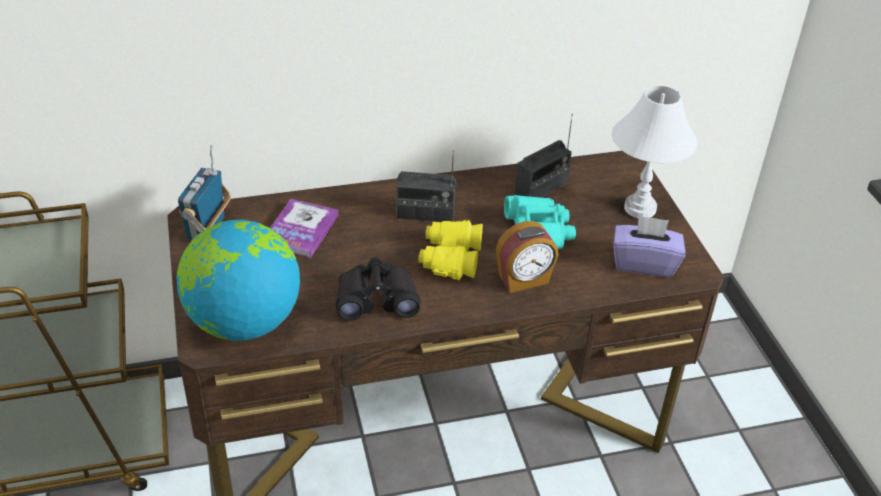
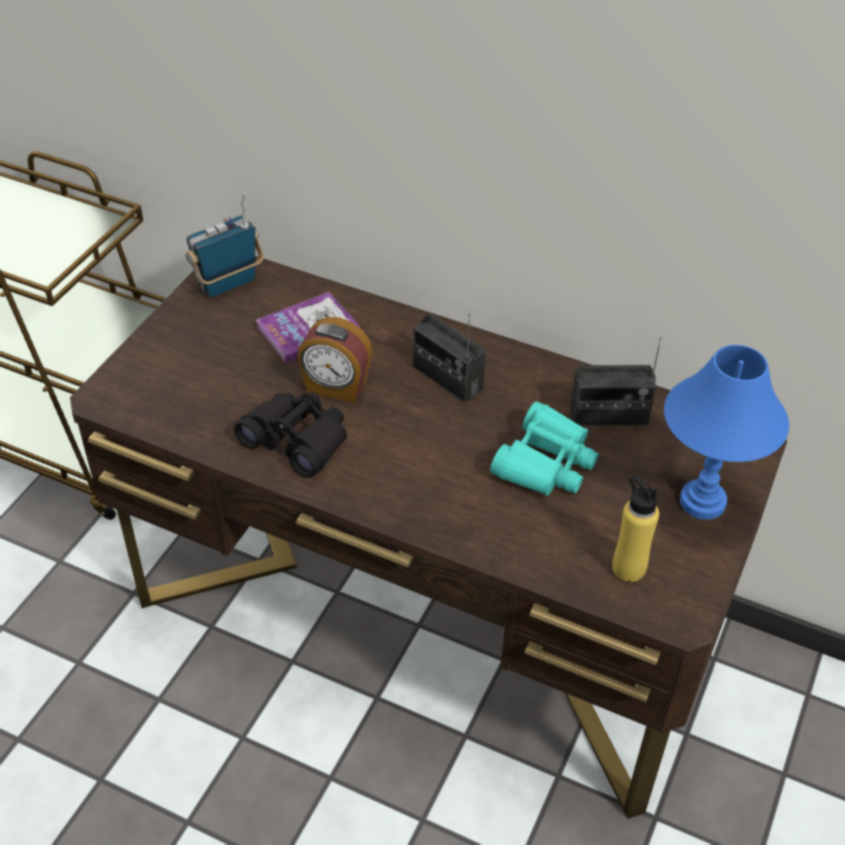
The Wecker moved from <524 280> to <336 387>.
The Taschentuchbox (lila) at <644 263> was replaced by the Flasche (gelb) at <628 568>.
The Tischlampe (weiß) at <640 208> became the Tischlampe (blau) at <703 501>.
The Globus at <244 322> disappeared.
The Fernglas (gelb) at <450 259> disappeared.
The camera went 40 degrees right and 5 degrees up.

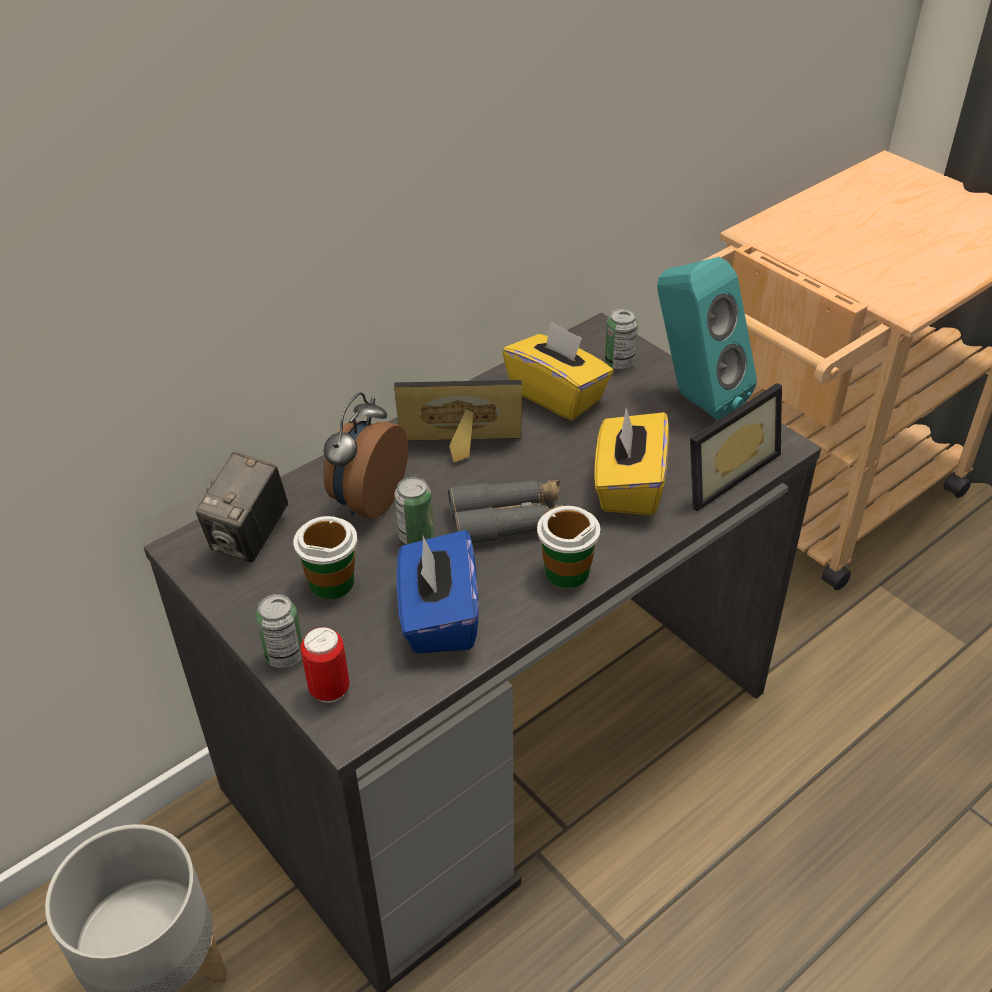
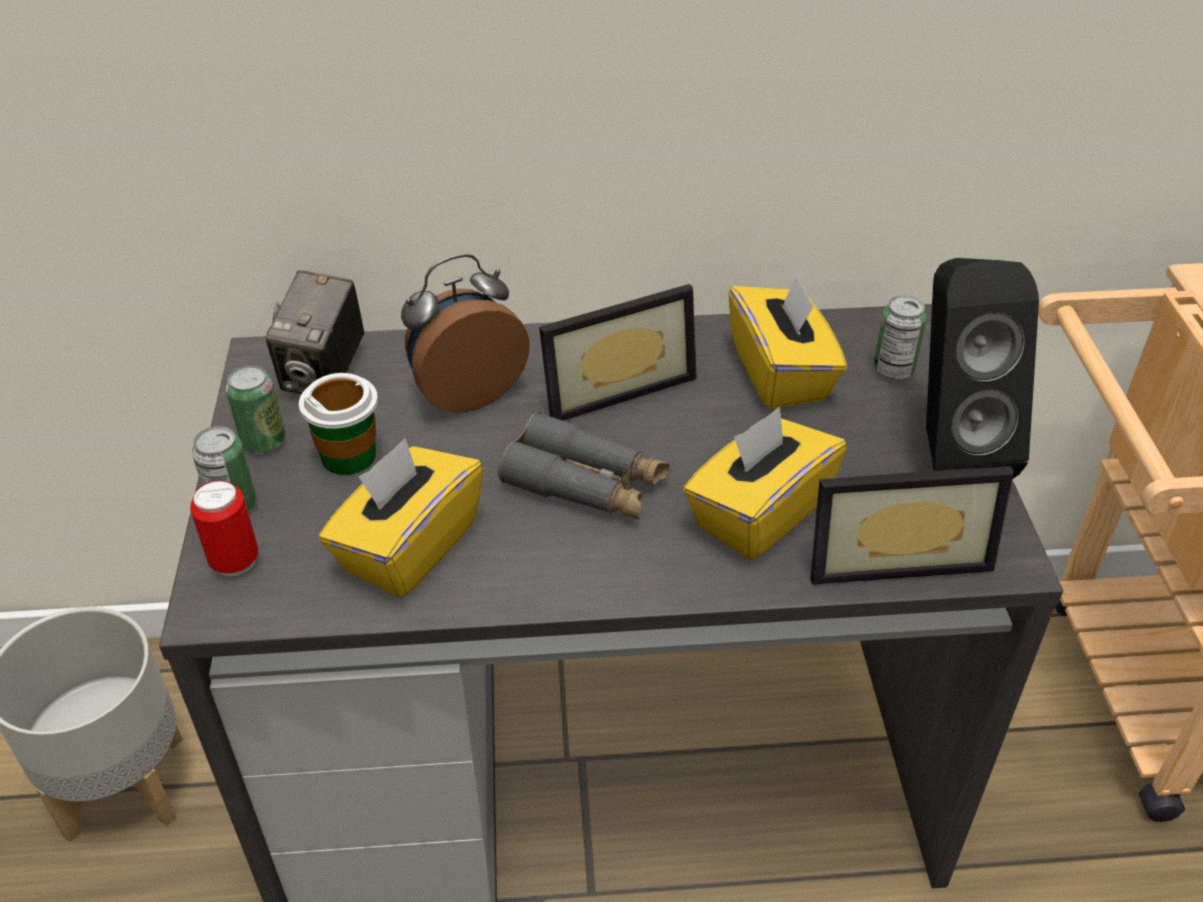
The Dose moved from <416 536> to <263 441>.
The Kamera at <250 537> turned 45 degrees counterclockwise.
The Taschentuchbox (blau) at <439 617> became the Taschentuchbox (gelb) at <408 547>.
The Bilderrahmen at <460 450> turned 120 degrees clockwise.
The Lautsprecher (türkis) at <694 398> became the Lautsprecher (schwarz) at <947 451>.
The Tasse at <566 571> disappeared.
The camera went 35 degrees right and 0 degrees up.

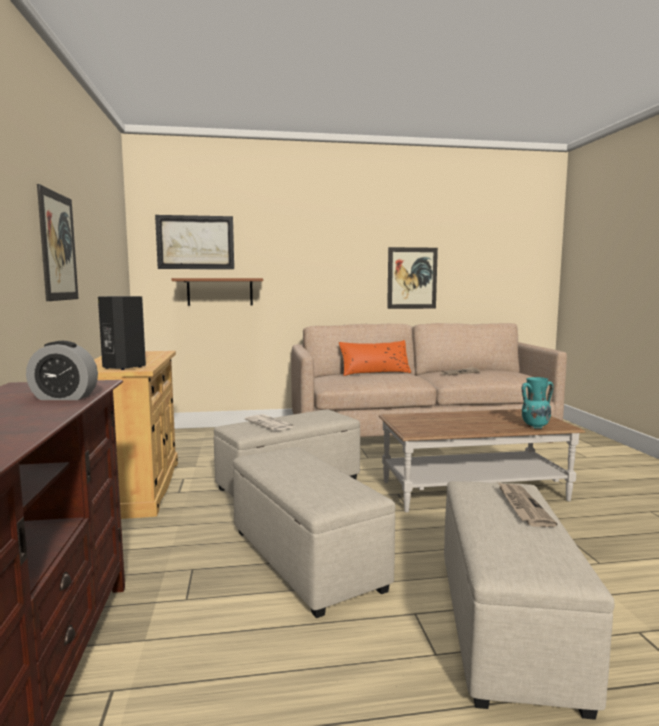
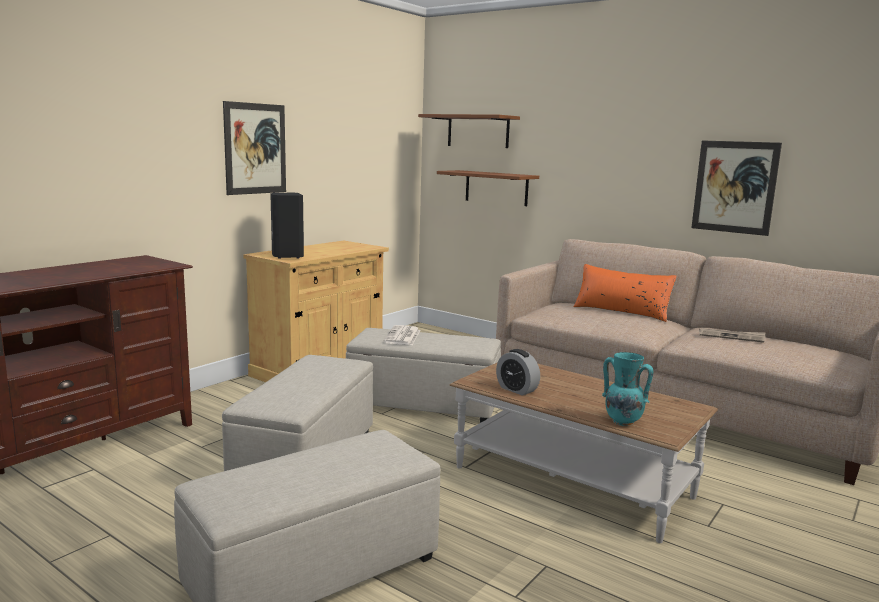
The Bild at <195 242> was replaced by the Wandregal (braun) at <478 131>.
The Wecker moved from <64 397> to <516 389>.
The Zeitung at <522 506> disappeared.
The camera went 45 degrees right and 5 degrees up.

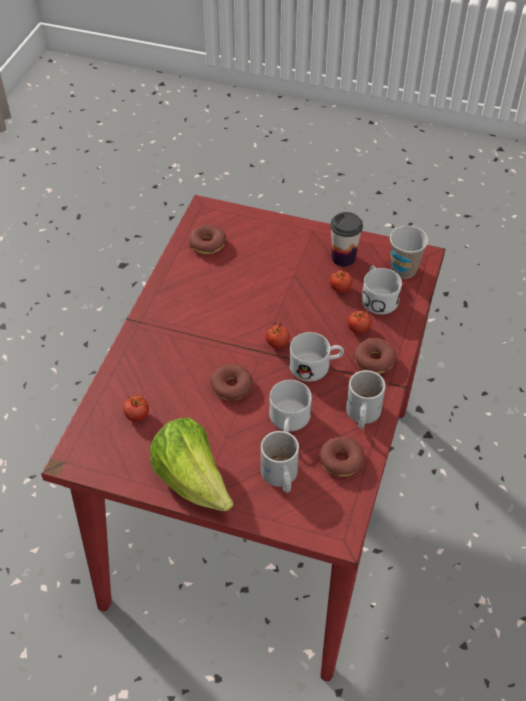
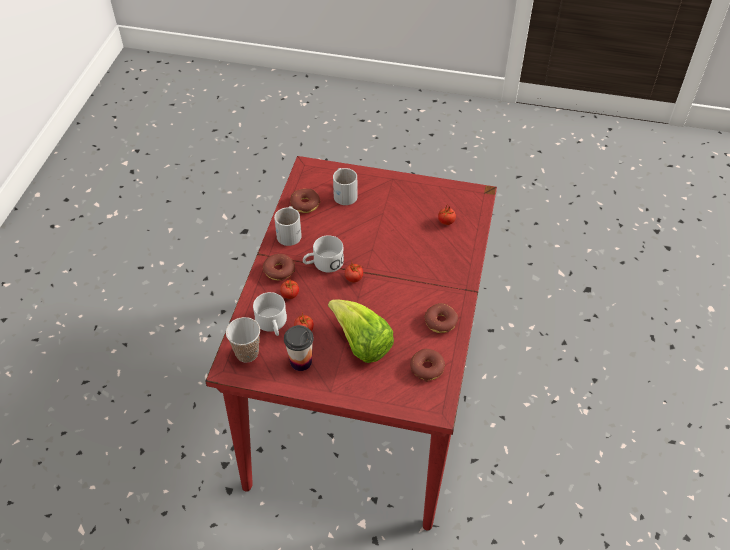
The Salatkopf moved from <193 480> to <361 343>.
The Donut moved from <231 387> to <440 322>.
The Henkelbecher (weiß) at <288 422> disappeared.
The camera went 175 degrees right and 0 degrees up.

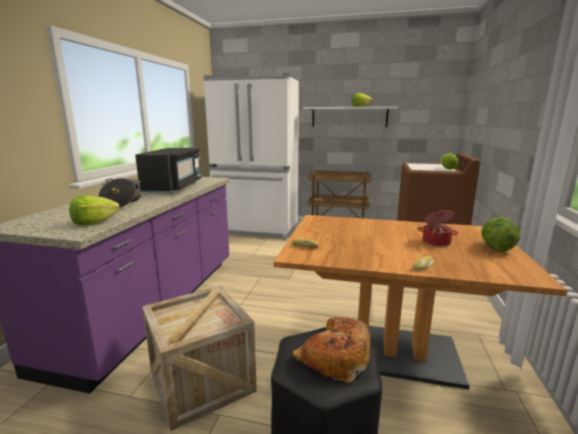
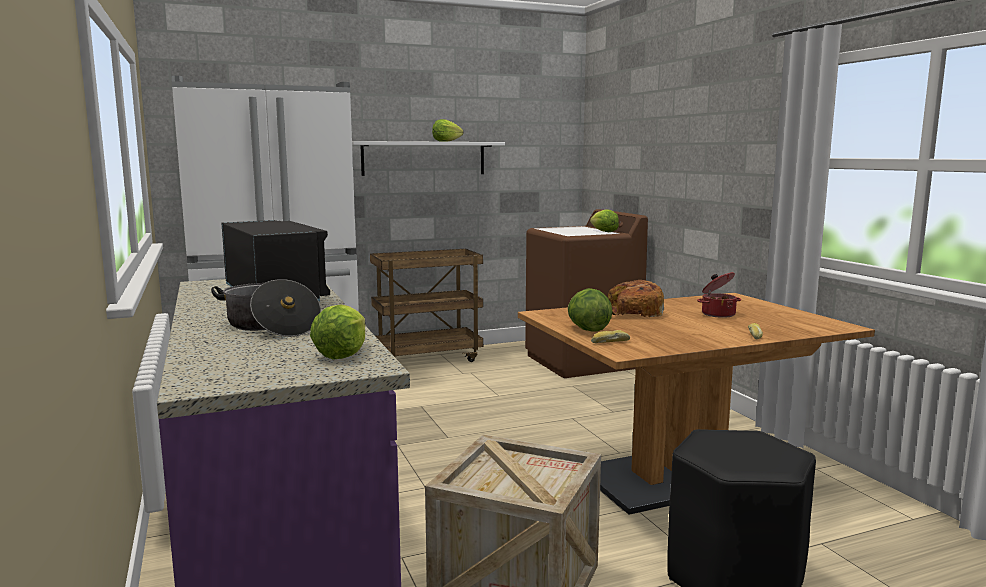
The Salatkopf moved from <496 248> to <587 330>.
The Brot moved from <333 357> to <631 313>.
The camera went 35 degrees left and 5 degrees down.

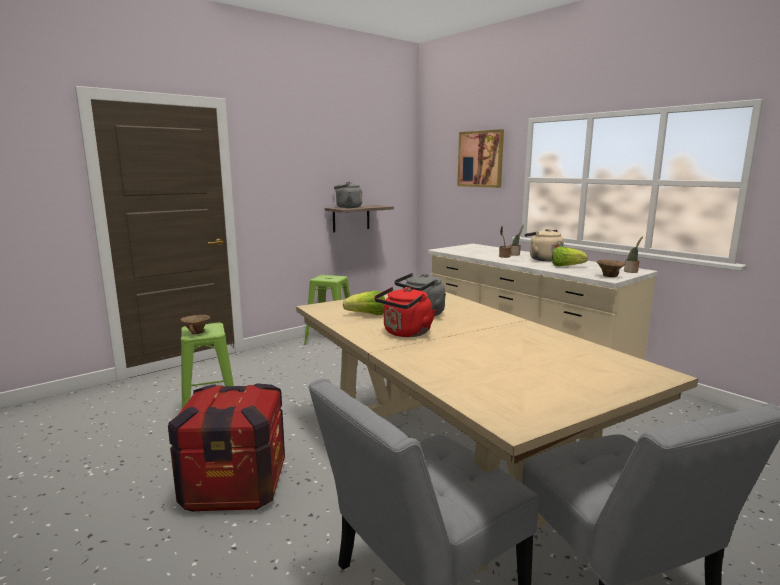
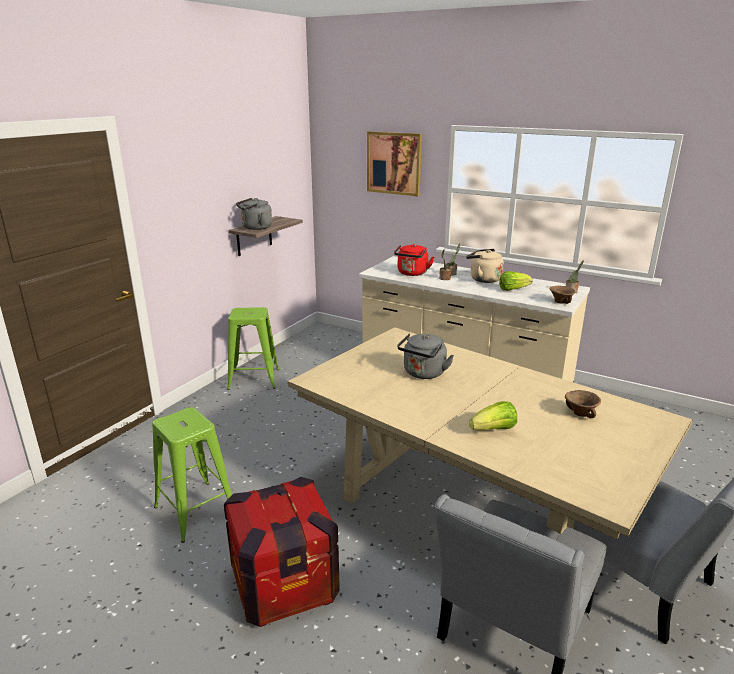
The Wasserkessel (rot) moved from <405 333> to <412 273>.
The Salatkopf moved from <367 315> to <494 430>.
The Schüssel (braun) moved from <197 333> to <580 414>.
The camera went 20 degrees left and 10 degrees up.

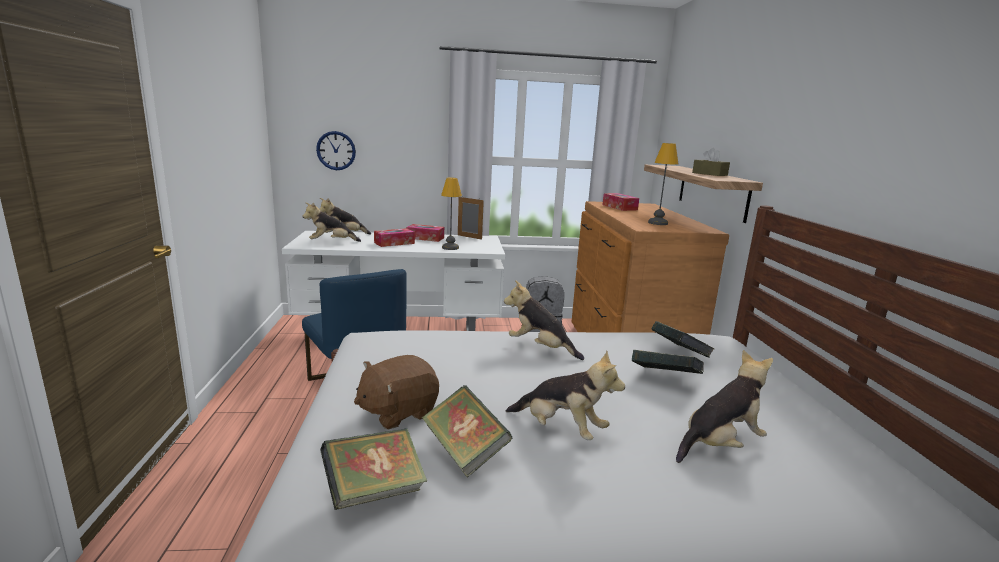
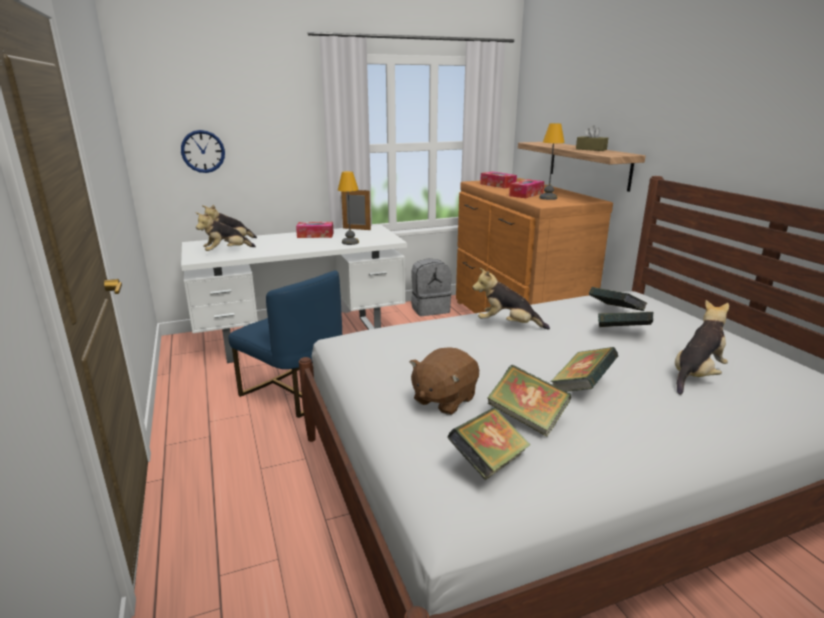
The Taschentuchbox moved from <394 243> to <526 194>.
The Plüschtier at <561 429> was replaced by the Buch at <582 387>.
The camera went 15 degrees left and 5 degrees up.

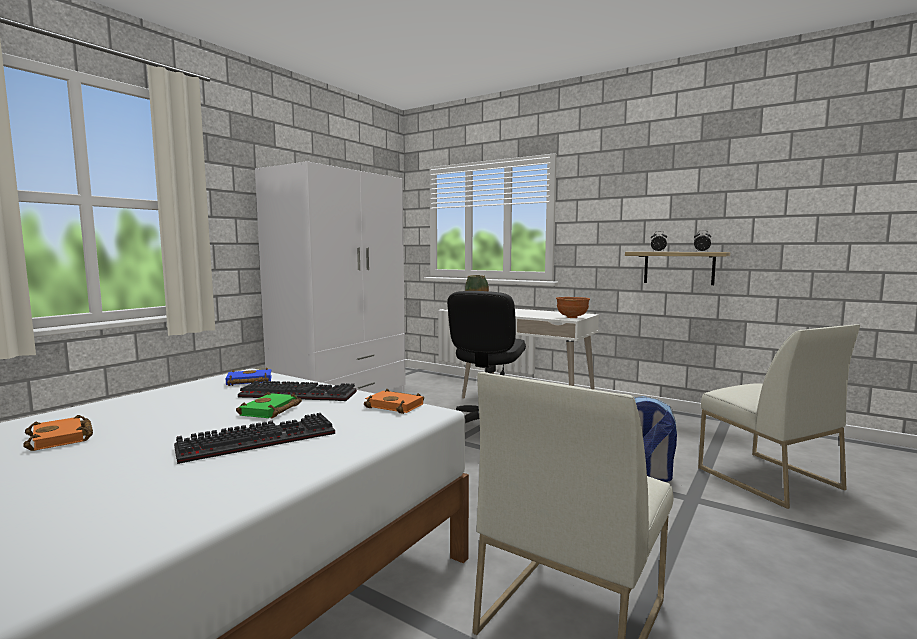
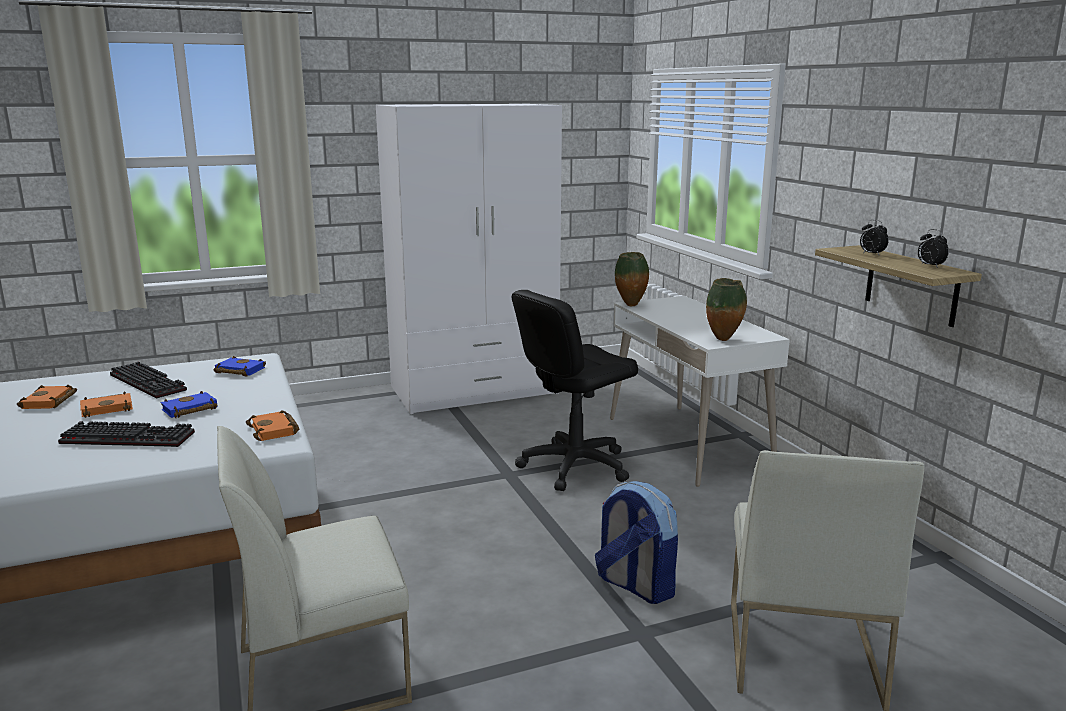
The Buch (orange) at <108 408> appeared.
The Tastatur moved from <301 394> to <150 382>.
The Buch (grün) at <271 411> became the Buch (blau) at <189 410>.
The Schüssel (braun) at <572 317> was replaced by the Vase at <724 340>.
The camera went 35 degrees right and 10 degrees up.

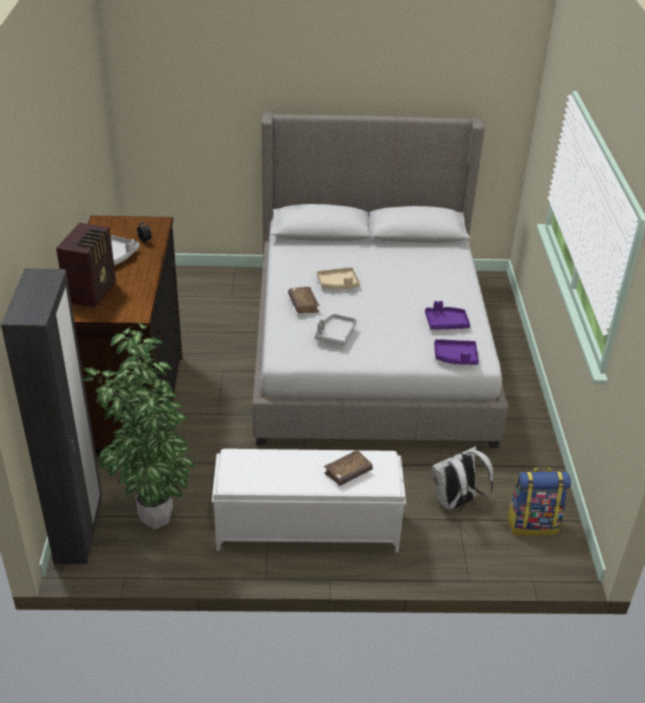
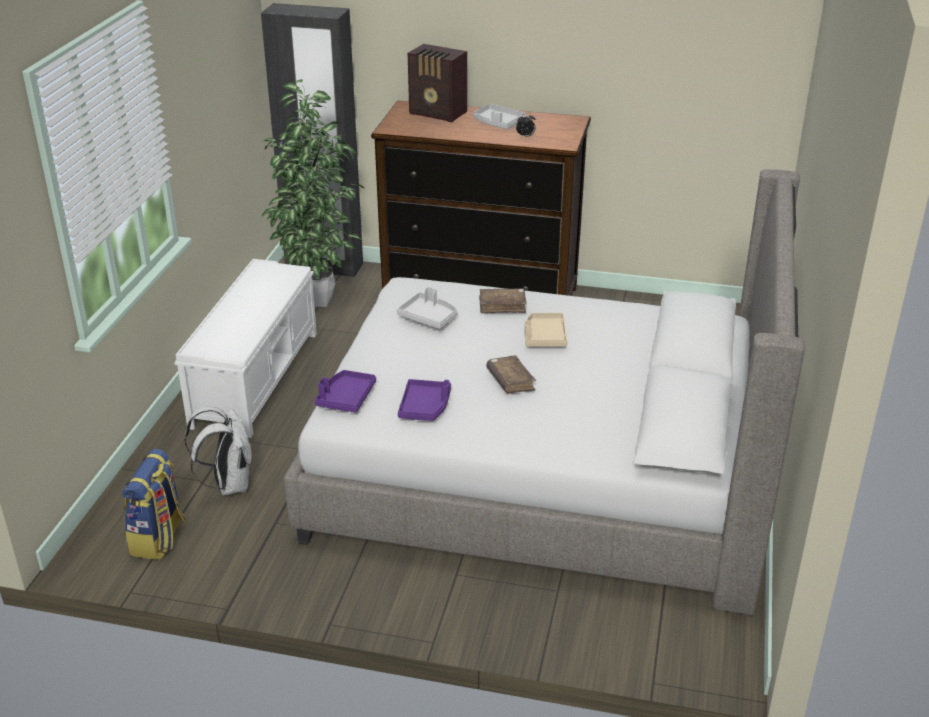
The Buch (braun) moved from <348 473> to <510 381>.
The camera went 105 degrees right and 5 degrees down.

